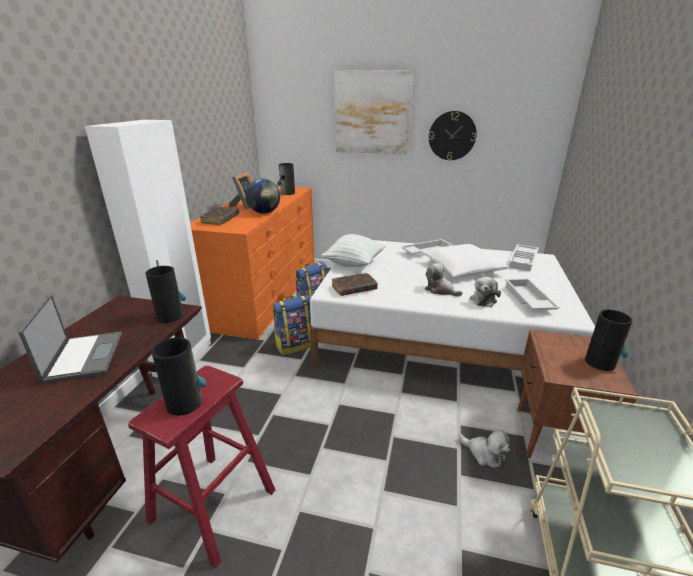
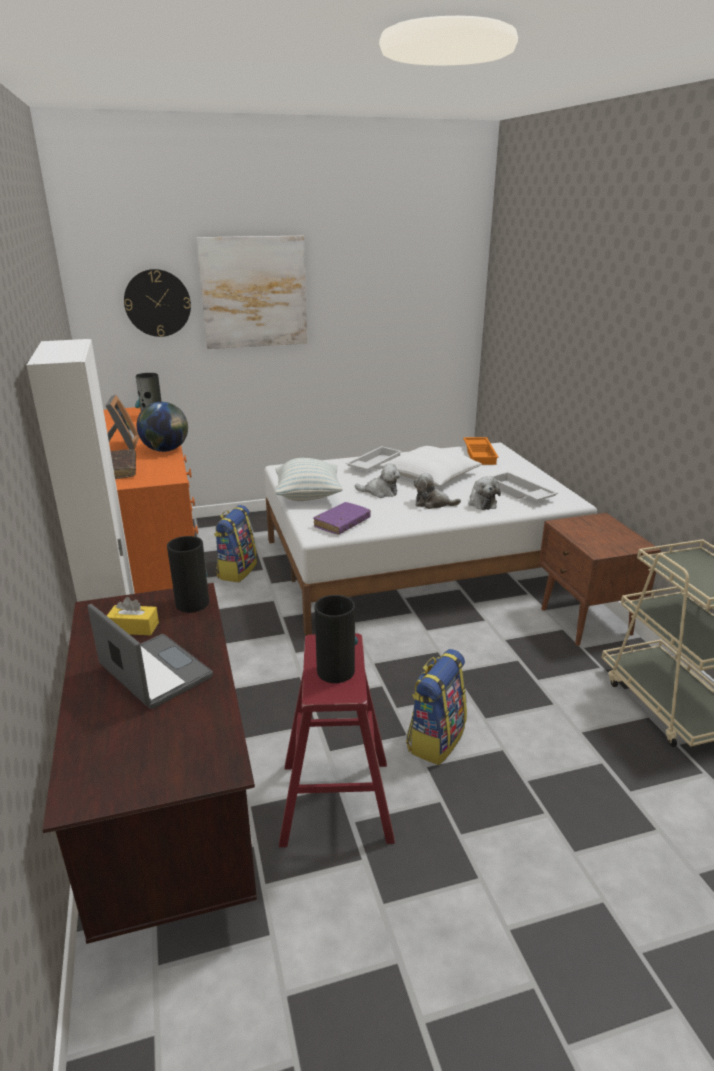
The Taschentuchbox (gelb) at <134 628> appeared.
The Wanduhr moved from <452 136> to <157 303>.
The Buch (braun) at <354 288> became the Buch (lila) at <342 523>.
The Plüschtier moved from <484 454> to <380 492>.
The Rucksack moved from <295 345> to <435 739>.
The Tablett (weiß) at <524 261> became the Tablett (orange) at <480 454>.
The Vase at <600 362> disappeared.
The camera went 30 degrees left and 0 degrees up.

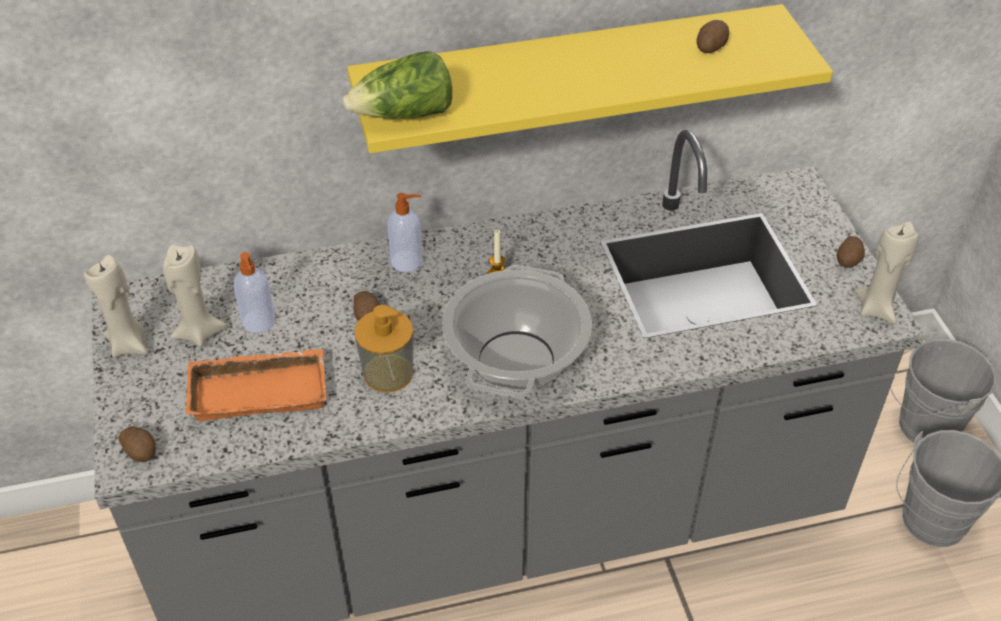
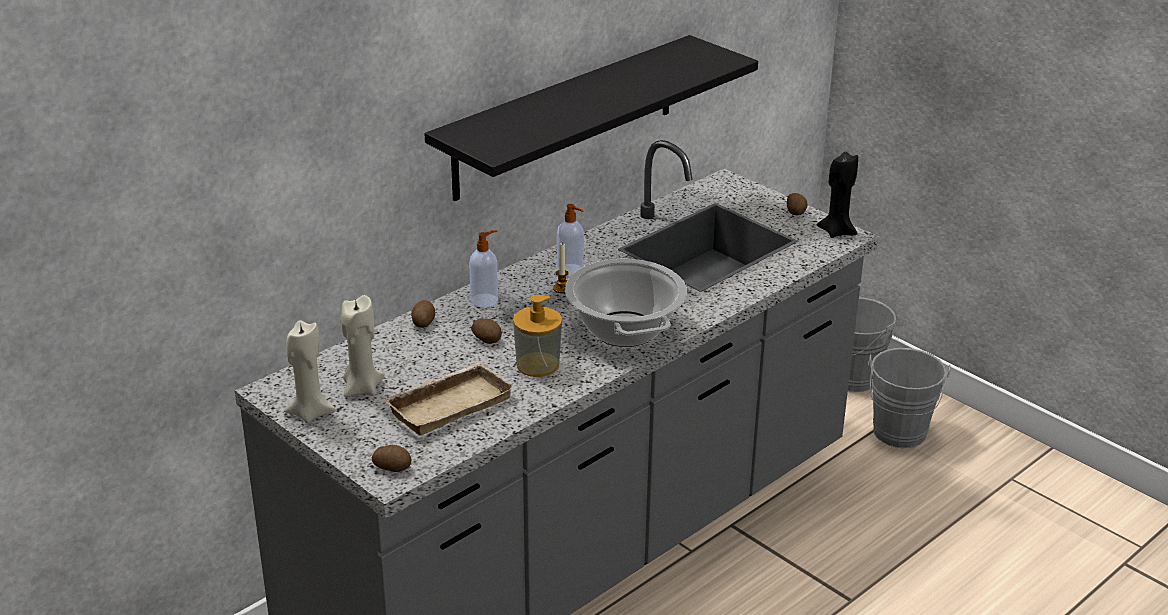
The Tablett (orange) at <260 389> became the Tablett (beige) at <449 404>.
The Kartoffel moved from <710 47> to <423 322>.
The Wandregal (gelb) at <569 76> became the Wandregal (schwarz) at <566 117>.
The Seifenspender moved from <259 322> to <571 271>.
The Kerze (beige) at <876 309> became the Kerze (schwarz) at <837 231>.
The Salatkopf at <405 115> disappeared.
The camera went 30 degrees left and 15 degrees down.

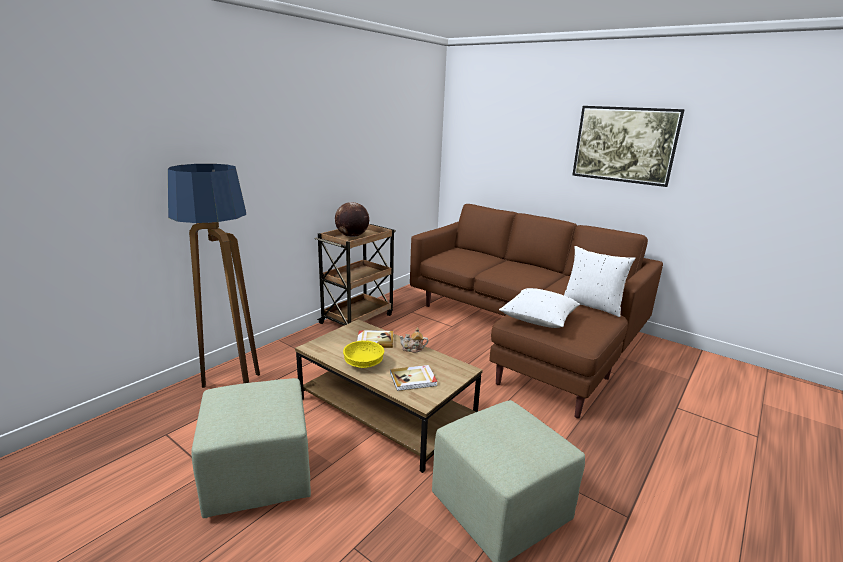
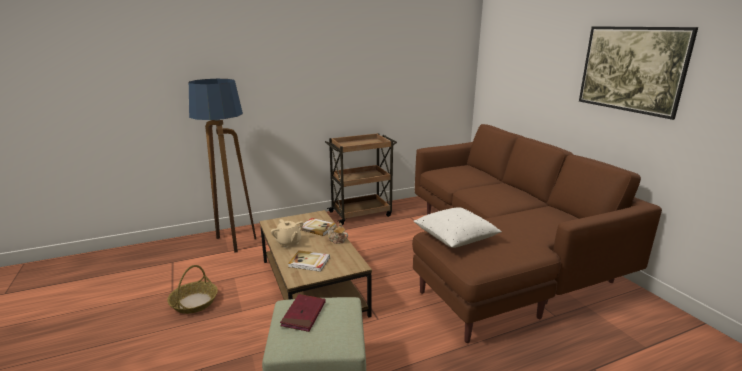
The Polsterhocker (grün) at <258 475> was replaced by the Korb at <194 302>.
The Schüssel (gelb) at <363 364> was replaced by the Teekanne (beige) at <288 242>.
The Buch (rot) at <303 314> appeared.
The Globus at <352 236> disappeared.
The Kissen (weiß) at <592 306> disappeared.
The camera went 30 degrees right and 0 degrees up.

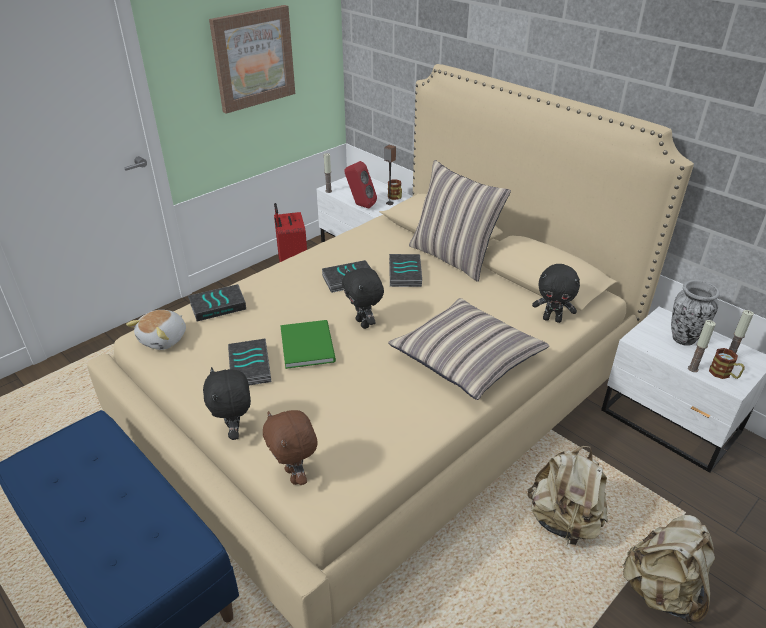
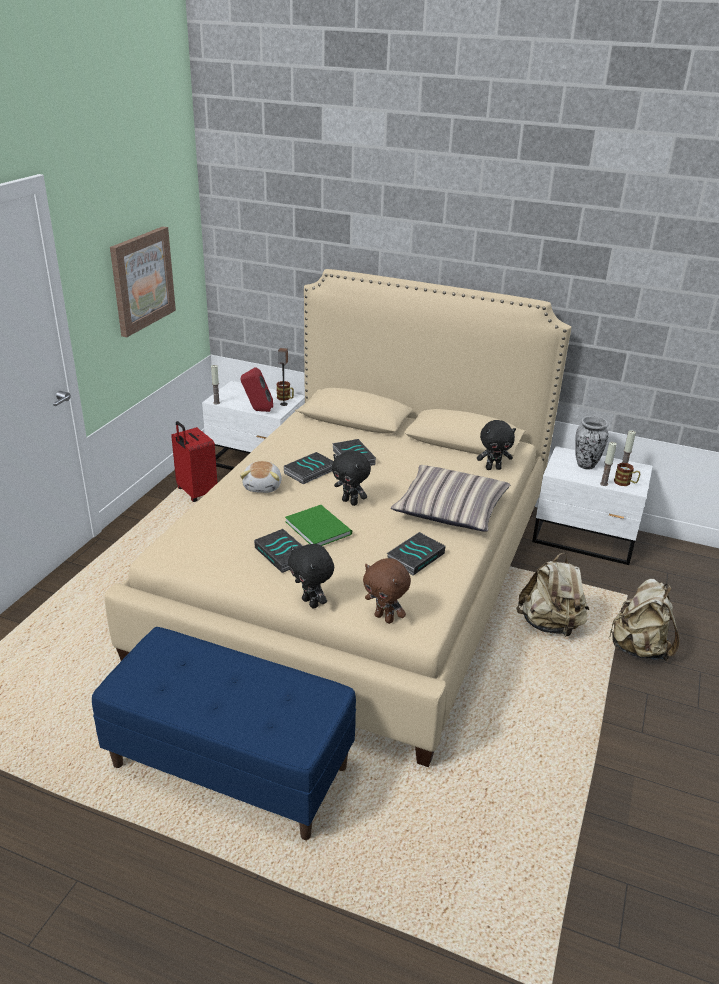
The Plüschtier moved from <164 339> to <263 486>.
The Buch moved from <218 305> to <415 556>.
The Kissen at <453 258> disappeared.
The camera went 25 degrees left and 5 degrees down.

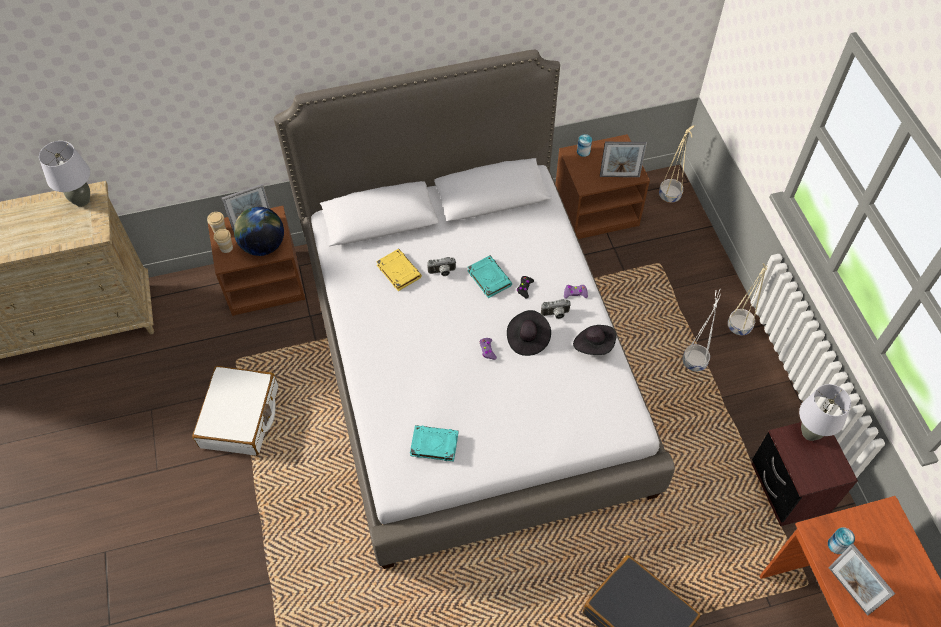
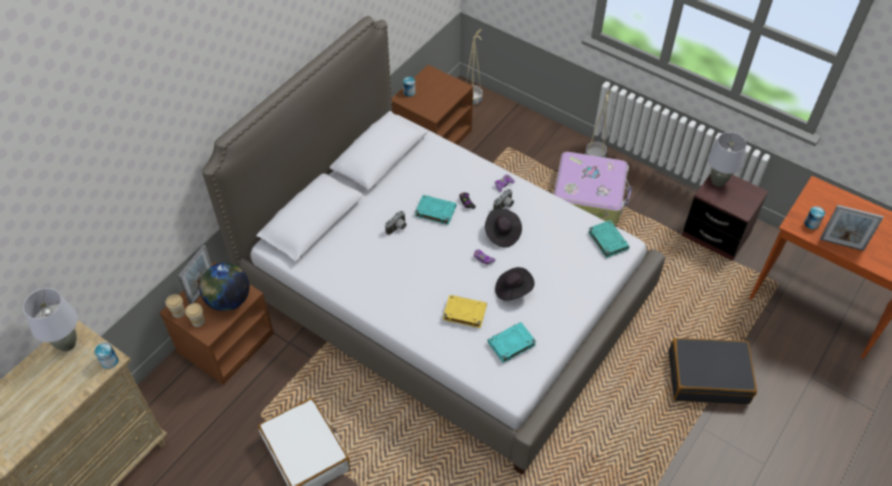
The Dose at <109 361> appeared.
The Buch (gelb) moved from <398 271> to <464 313>.
The Hut (schwarz) moved from <594 345> to <513 290>.
The Pflanzkübel (weiß) at <694 361> was replaced by the Koffer at <589 196>.
The Buch (türkis) at <607 240> appeared.
The Bilderrahmen at <619 176> disappeared.
The camera went 40 degrees left and 5 degrees down.

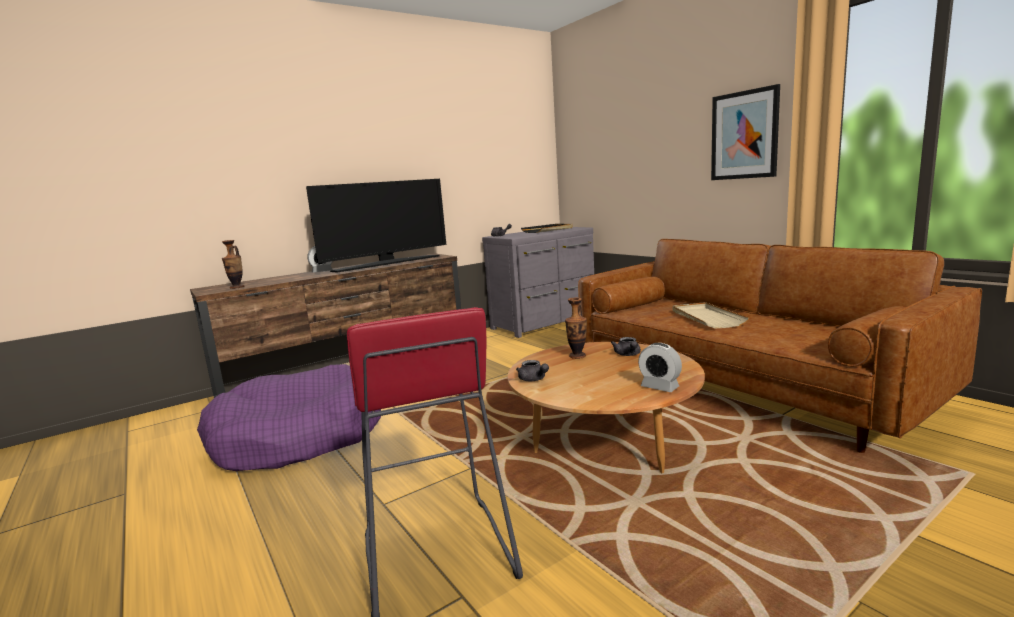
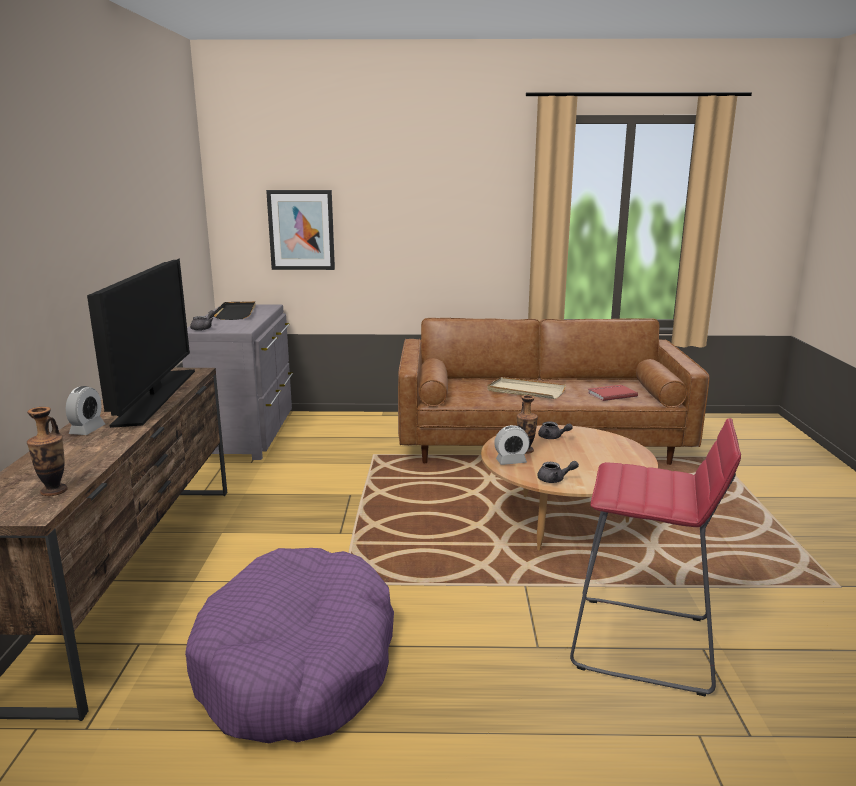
The Bild moved from <744 135> to <301 230>.
The Wecker moved from <659 387> to <511 461>.
The Buch (rot) at <611 394> appeared.
The camera went 55 degrees left and 5 degrees up.

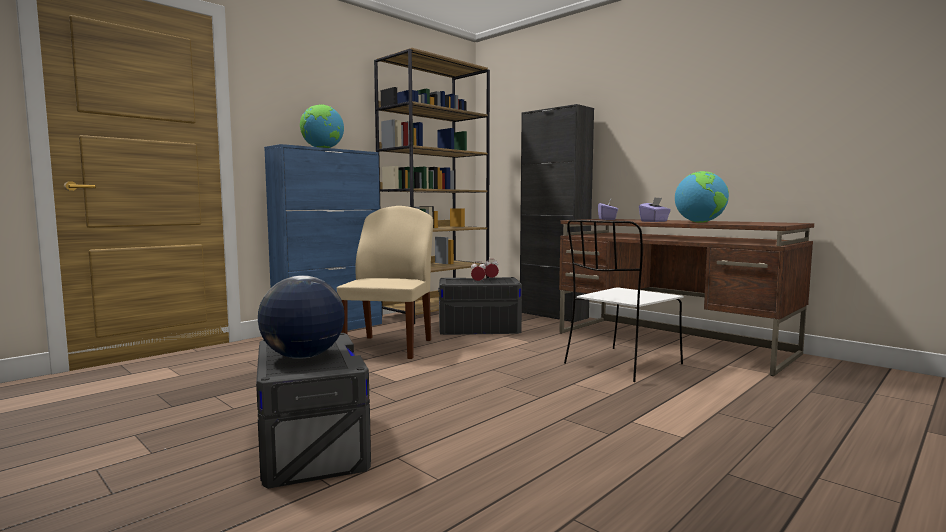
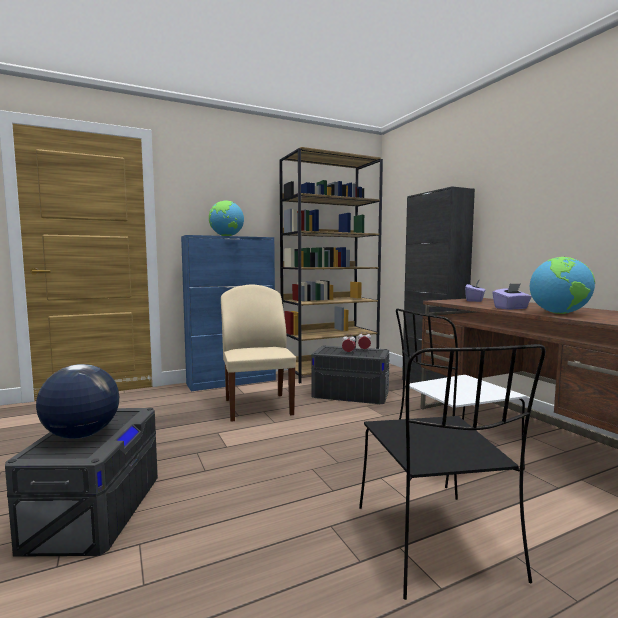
The Stuhl (beige) at <390 347> turned 45 degrees counterclockwise.
The Stuhl (schwarz) at <437 544> appeared.
The camera went 20 degrees right and 0 degrees up.

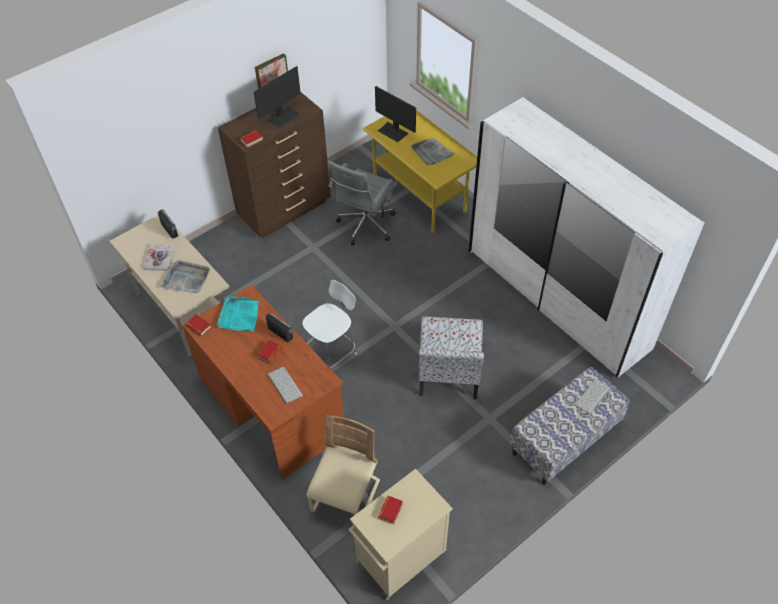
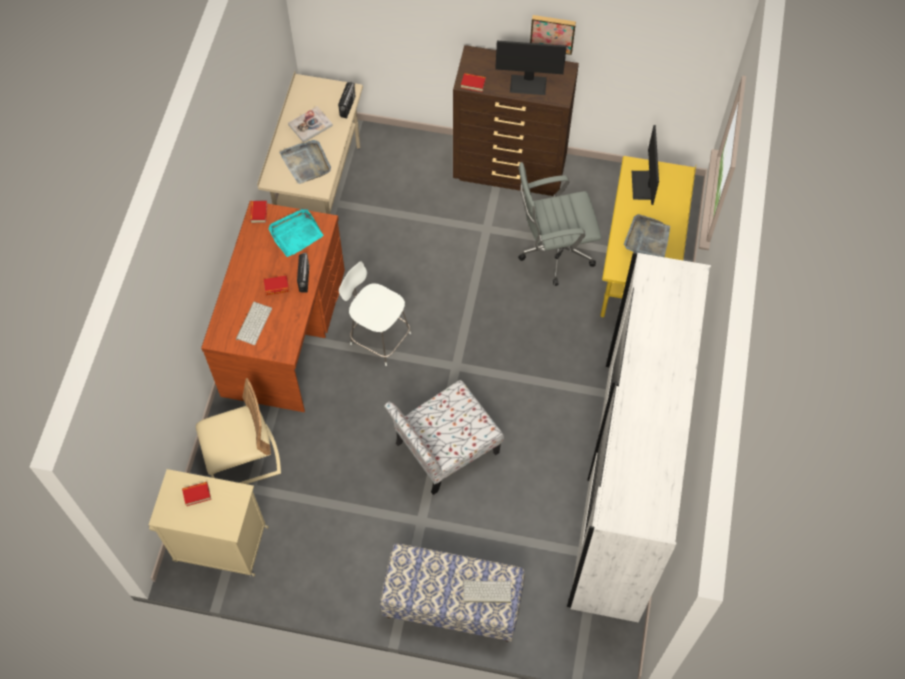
The Stuhl (weiß) at <331 354> turned 150 degrees counterclockwise.
The camera went 50 degrees right and 10 degrees up.

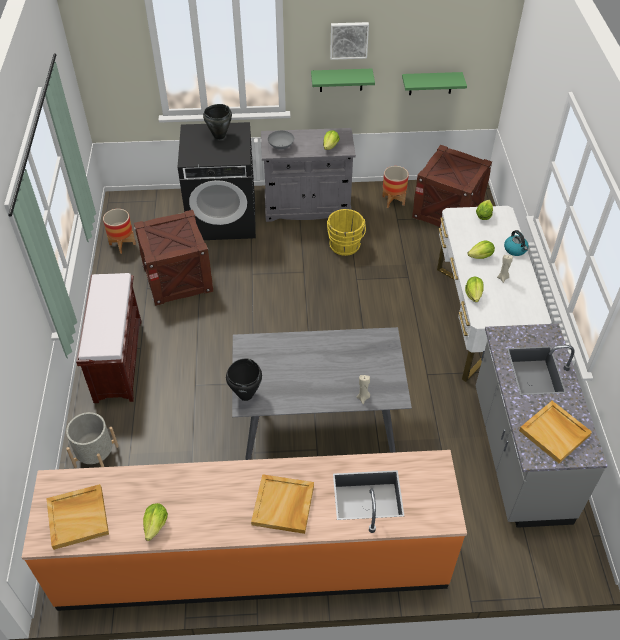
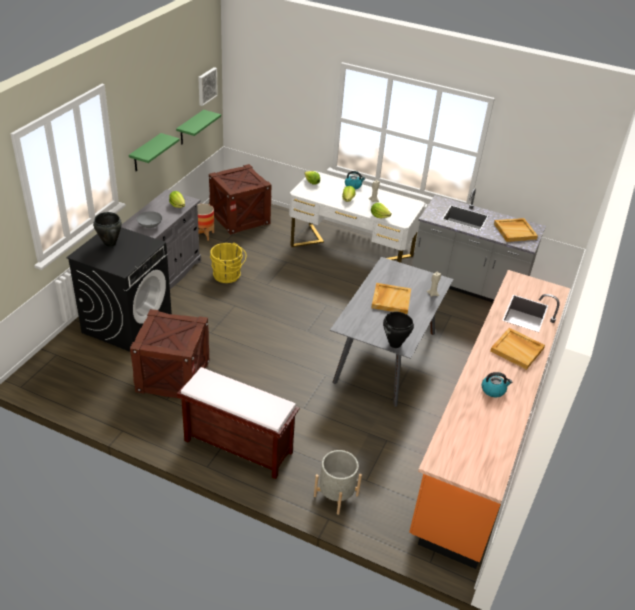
The Bild moved from <349 39> to <206 86>.
The Tablett (beige) moved from <78 517> to <390 299>.
The Wasserkessel at <493 390> appeared.
The Pflanzkübel at <122 244> disappeared.
The Salatkopf at <156 525> disappeared.
The camera went 65 degrees left and 10 degrees down.

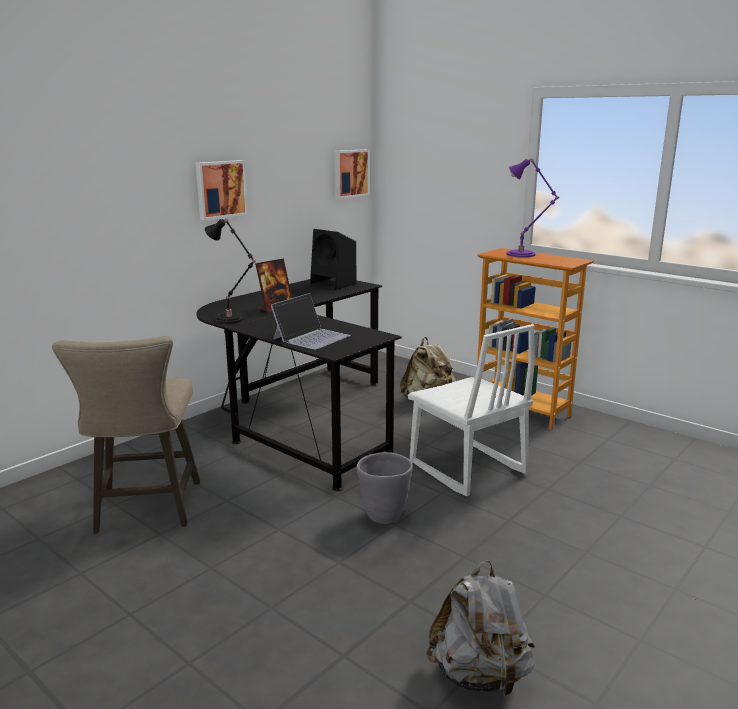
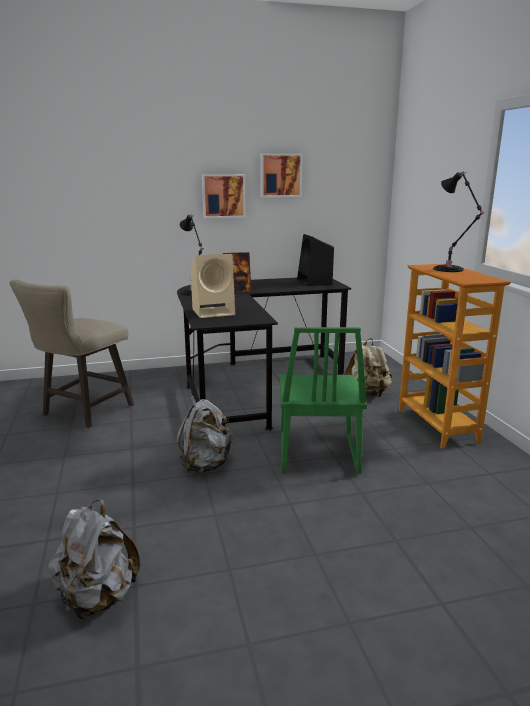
The Pflanzkübel (grau) at <383 516> was replaced by the Rucksack (grau) at <205 465>.
The Laptop at <312 337> was replaced by the Lautsprecher (beige) at <214 312>.
The Bild moved from <350 173> to <280 175>.
The Stuhl (weiß) at <466 469> became the Stuhl (grün) at <316 454>.
The Tischlampe (lila) at <523 254> became the Tischlampe (schwarz) at <450 270>.
The camera went 35 degrees right and 0 degrees up.

